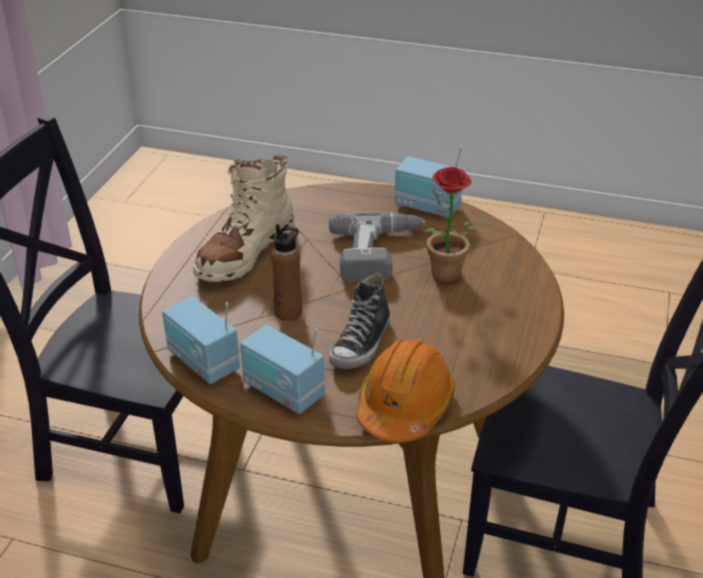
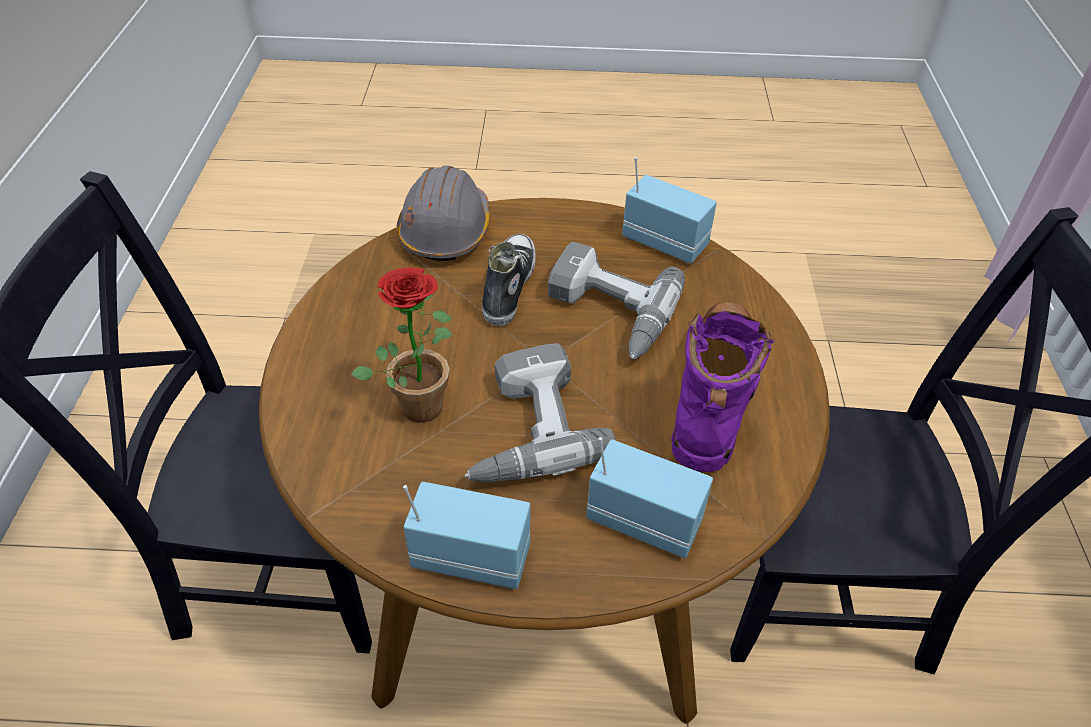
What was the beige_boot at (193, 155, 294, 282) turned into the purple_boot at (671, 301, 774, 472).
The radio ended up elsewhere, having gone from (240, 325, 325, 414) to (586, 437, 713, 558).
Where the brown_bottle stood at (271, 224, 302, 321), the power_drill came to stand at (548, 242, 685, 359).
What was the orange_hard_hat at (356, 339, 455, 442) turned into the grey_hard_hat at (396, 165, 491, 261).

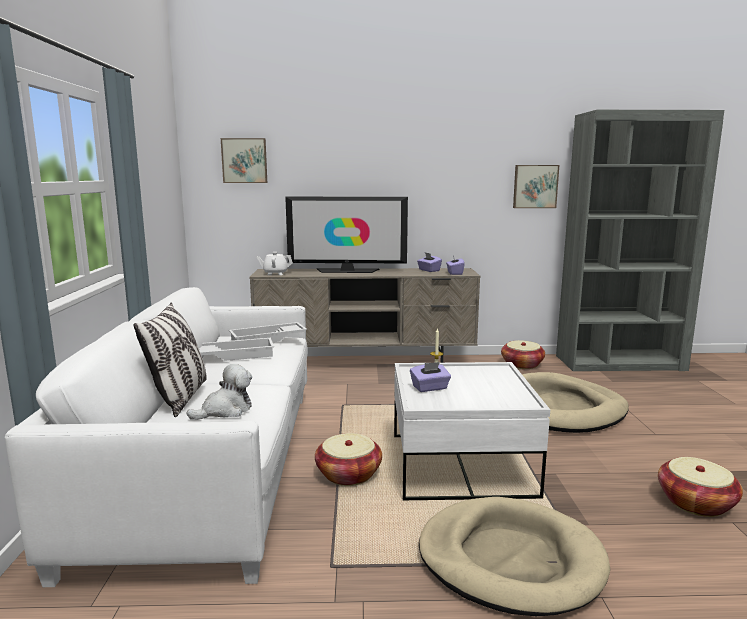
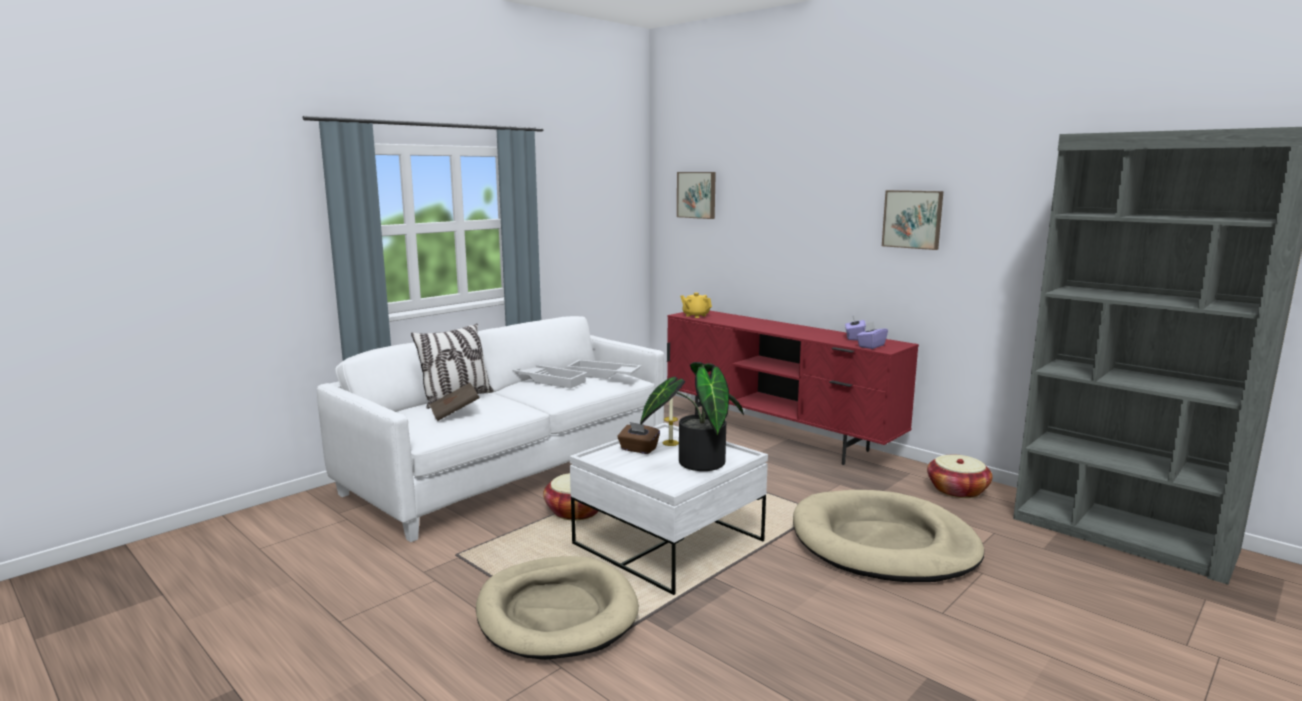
Where the plush_toy stood at (186, 364, 252, 420), the brown_book came to stand at (429, 383, 480, 421).
What was the beige_tv_stand at (249, 268, 480, 363) turned into the red_tv_stand at (667, 311, 919, 465).
What was the white_teapot at (257, 252, 293, 275) turned into the yellow_teapot at (680, 293, 712, 318).
The second view lost the television at (285, 197, 408, 273).
What was the purple_tissue_box at (410, 362, 451, 392) turned into the brown_tissue_box at (617, 422, 660, 454).
The picture ended up elsewhere, having gone from (513, 165, 559, 208) to (882, 190, 944, 250).
The second view lost the basket at (658, 457, 743, 517).
The second view gained the potted_plant at (640, 362, 744, 471).

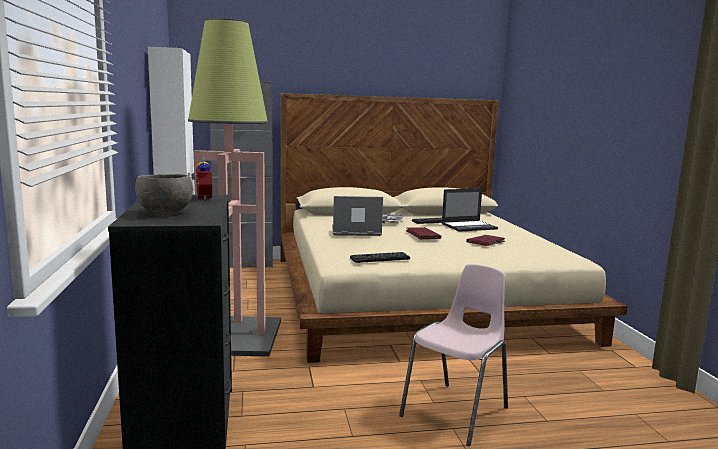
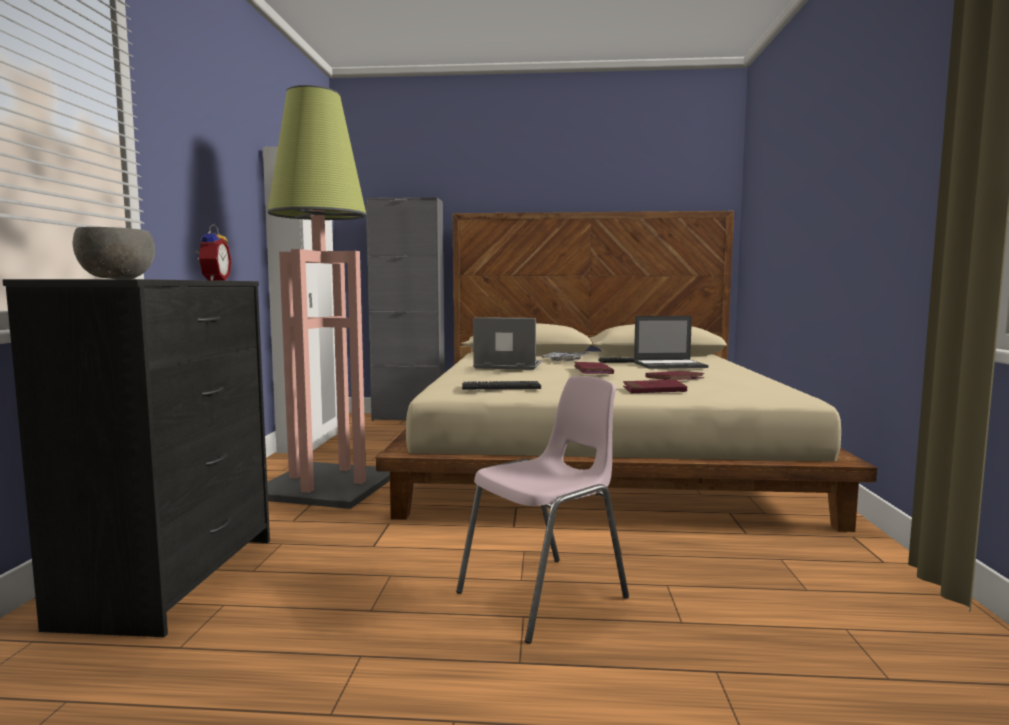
The second view gained the red_book at (623, 379, 687, 393).

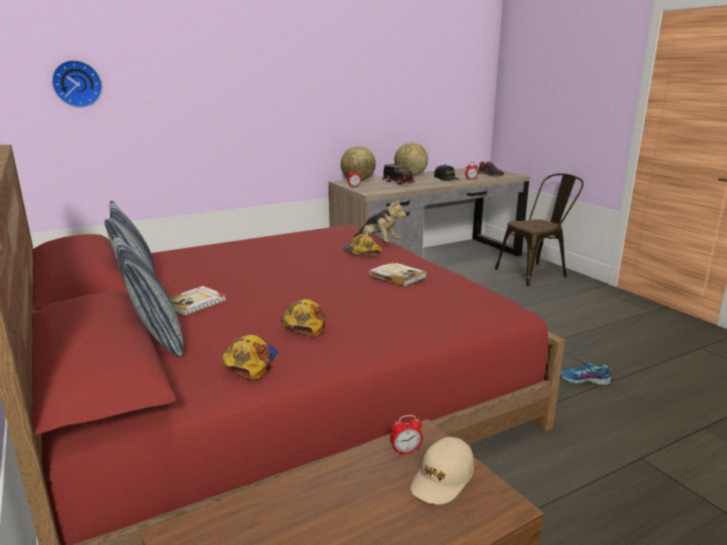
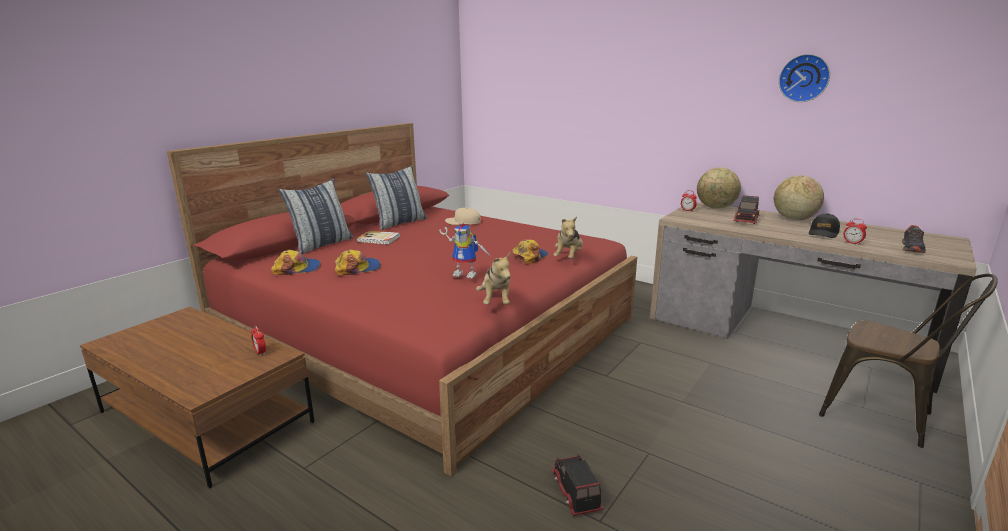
The wall_clock ended up elsewhere, having gone from (52, 60, 102, 108) to (779, 54, 830, 102).
Where the book stood at (369, 262, 426, 287), the toy_robot came to stand at (439, 224, 492, 279).
The beige_cap ended up elsewhere, having gone from (410, 437, 474, 504) to (445, 208, 481, 225).
Where the shoe stood at (560, 363, 612, 385), the toy_truck came to stand at (551, 454, 603, 516).
The second view gained the plush_toy at (476, 253, 511, 305).

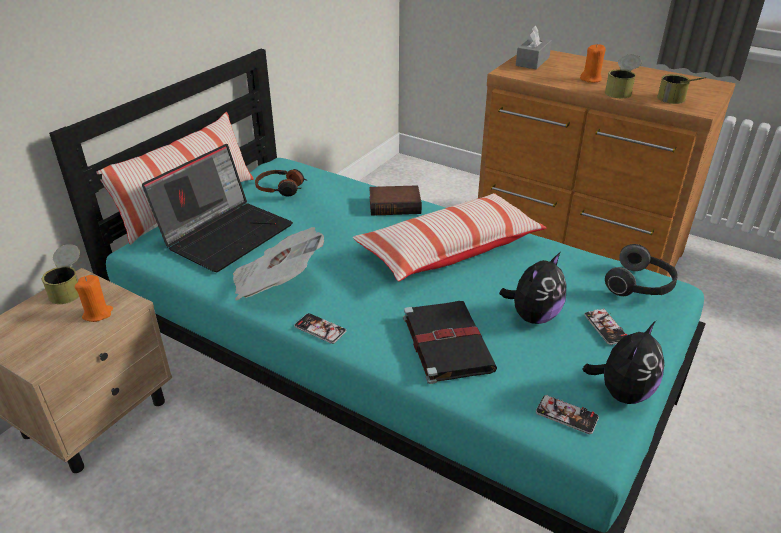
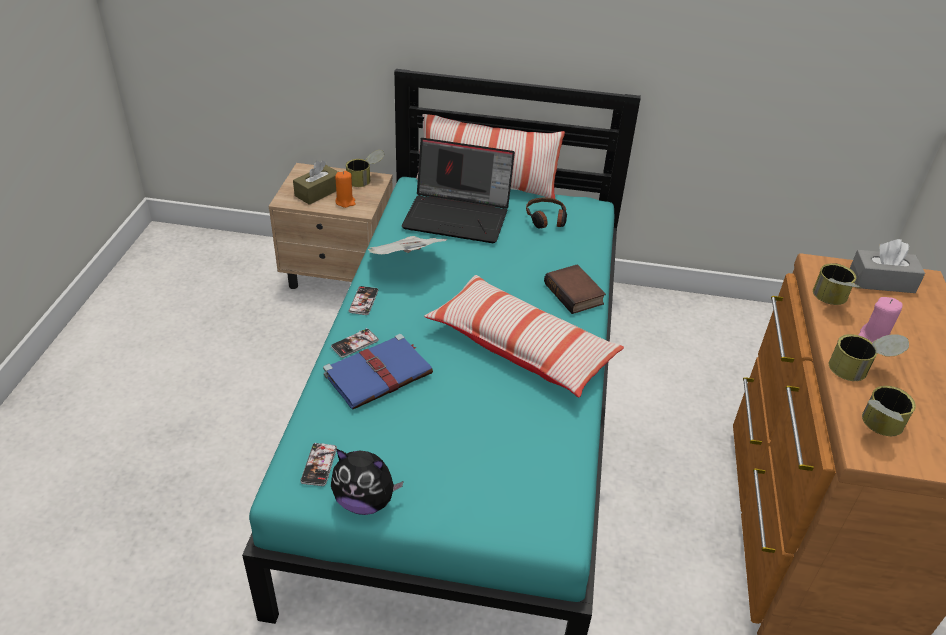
What was the black_book at (403, 301, 497, 384) turned into the blue_book at (323, 334, 433, 409).
The second view lost the plush_toy at (499, 253, 566, 324).
What was the orange_candle at (580, 44, 606, 83) turned into the pink_candle at (858, 297, 903, 343).
The phone ended up elsewhere, having gone from (584, 308, 627, 345) to (331, 328, 379, 358).
The second view lost the headphones at (605, 244, 678, 296).
The second view gained the brown_tissue_box at (293, 160, 338, 205).
The second view gained the can at (813, 263, 861, 305).

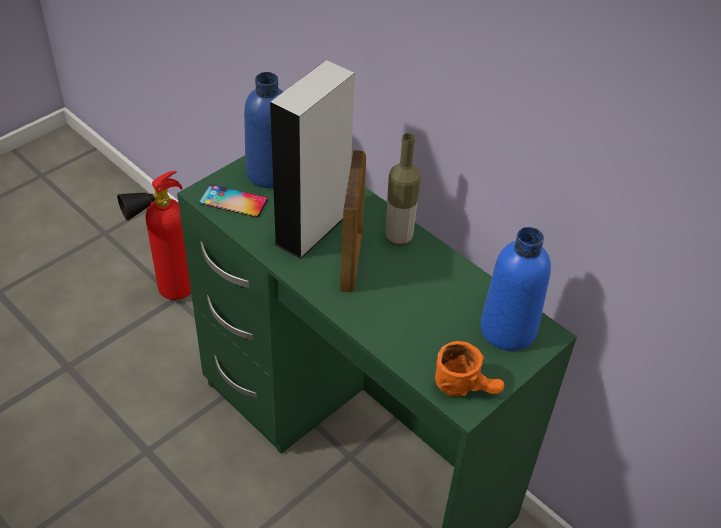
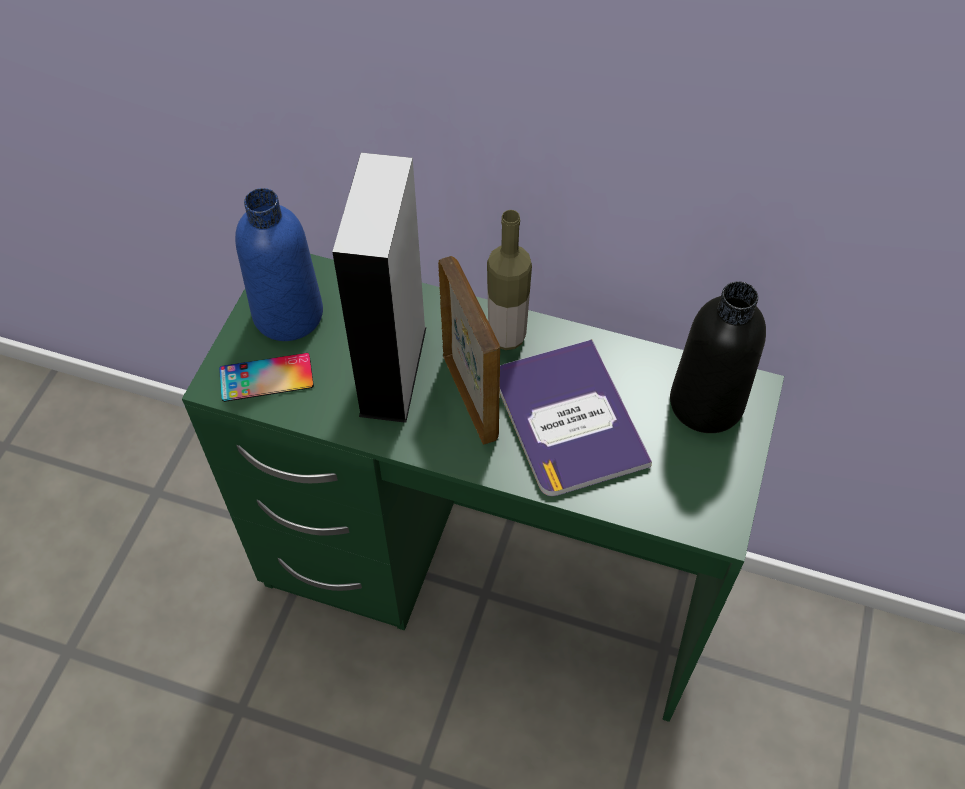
The second view lost the fire_extinguisher at (117, 171, 191, 300).
The second view lost the orange_mug at (435, 341, 504, 397).
What was the blue_bottle at (480, 227, 551, 351) turned into the black_bottle at (670, 281, 766, 433).
The second view gained the book at (500, 339, 652, 496).

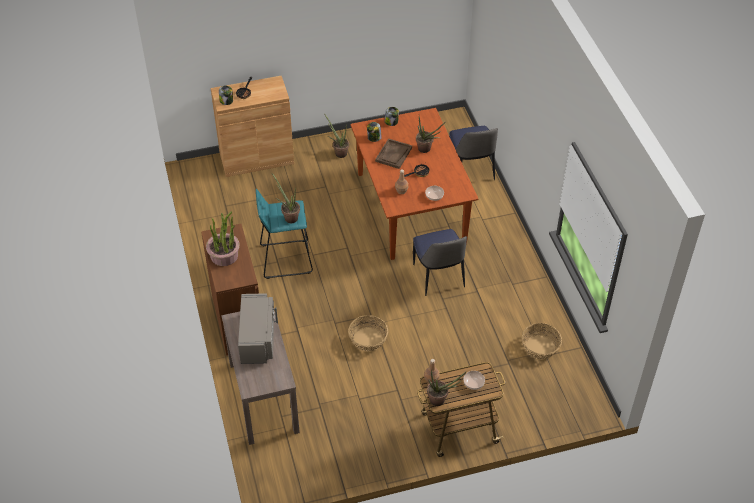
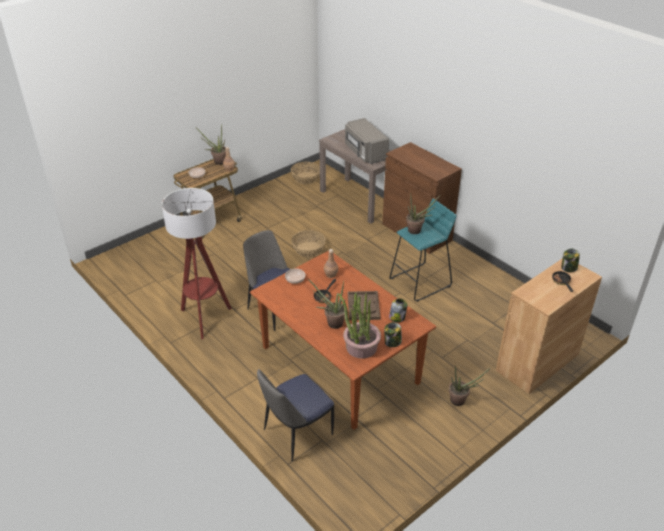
The potted_plant ended up elsewhere, having gone from (206, 212, 240, 266) to (338, 293, 381, 359).
The chair at (449, 126, 498, 180) ended up facing another way, 90 degrees counterclockwise from before.
The basket ended up elsewhere, having gone from (522, 323, 562, 359) to (291, 162, 320, 184).
The second view gained the floor_lamp at (162, 188, 232, 339).

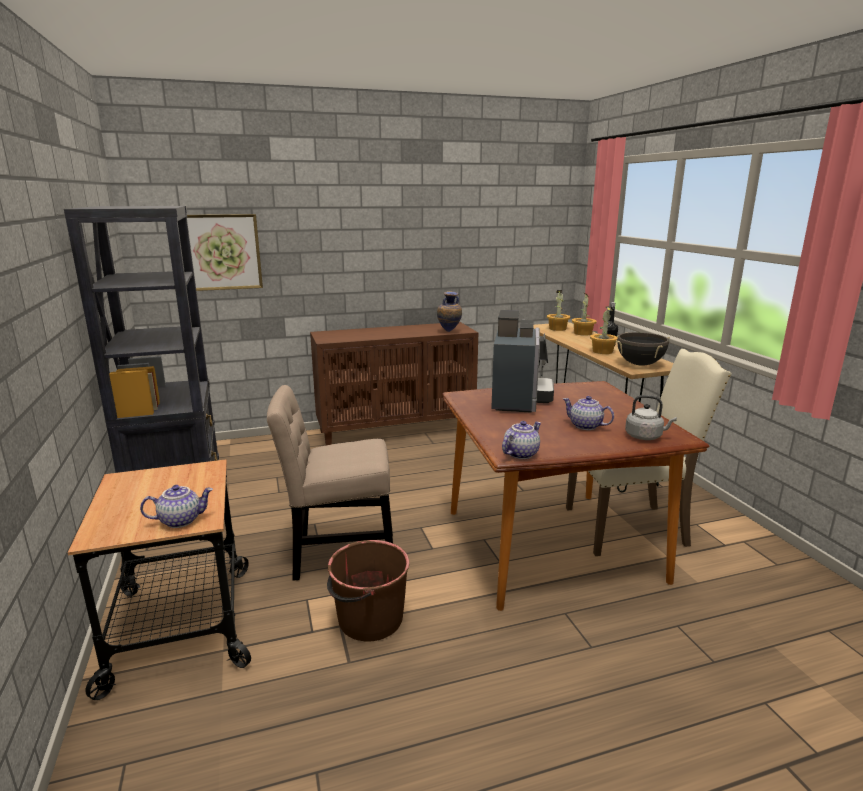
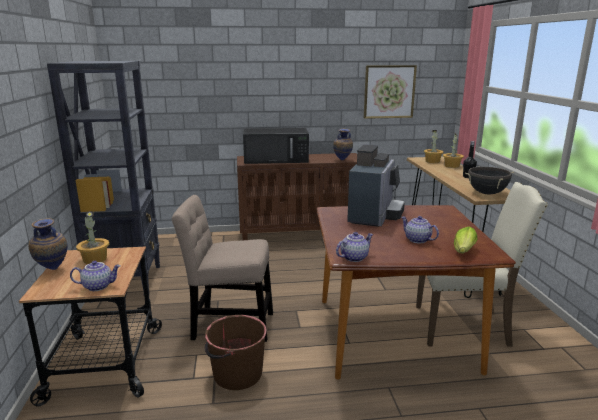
The picture ended up elsewhere, having gone from (187, 214, 263, 291) to (364, 65, 417, 119).
The potted_plant ended up elsewhere, having gone from (590, 306, 618, 354) to (76, 211, 109, 264).
Where the grey_kettle stood at (625, 395, 677, 440), the lettuce came to stand at (454, 227, 477, 253).
The second view gained the vase at (28, 218, 68, 270).
The second view gained the black_microwave at (243, 128, 309, 164).

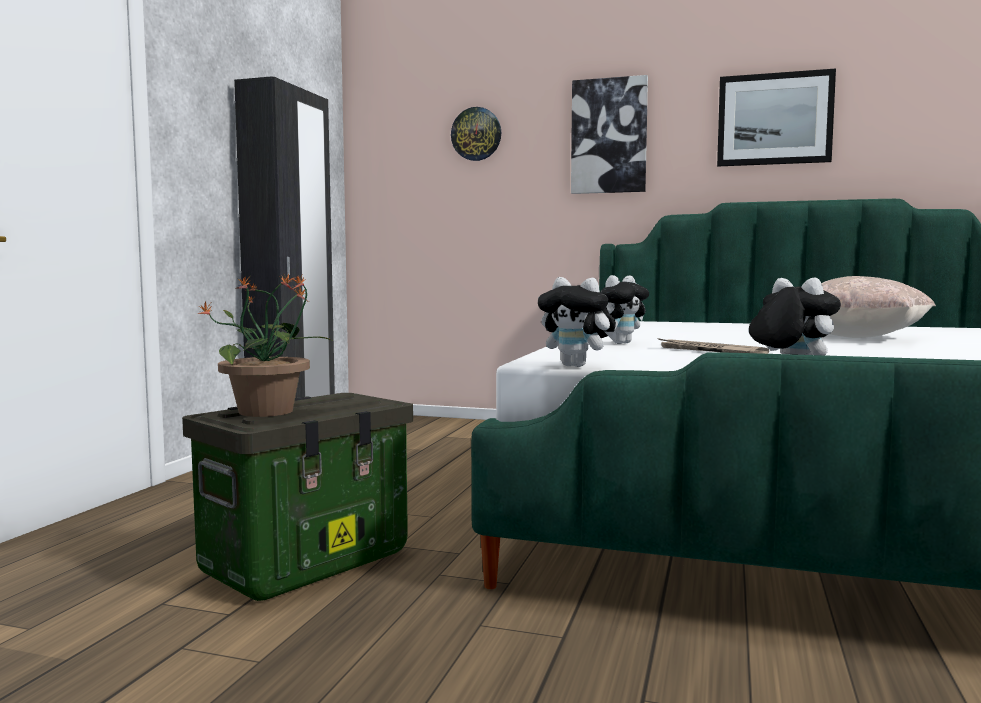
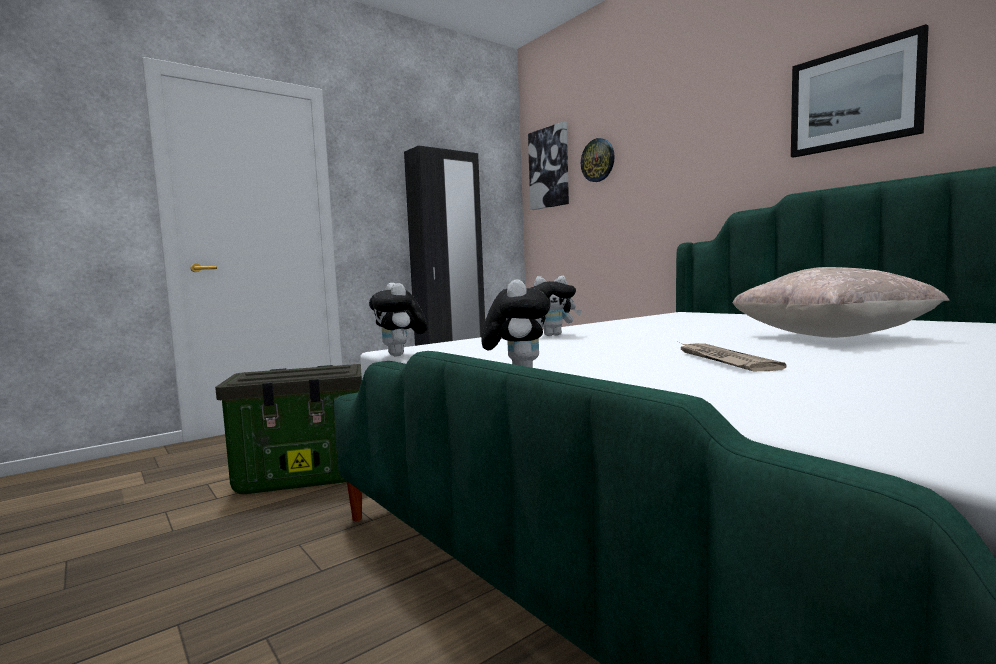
The second view lost the potted_plant at (197, 273, 334, 417).
The picture ended up elsewhere, having gone from (571, 75, 648, 194) to (528, 121, 569, 210).
The newspaper ended up elsewhere, having gone from (657, 338, 769, 354) to (678, 342, 787, 371).

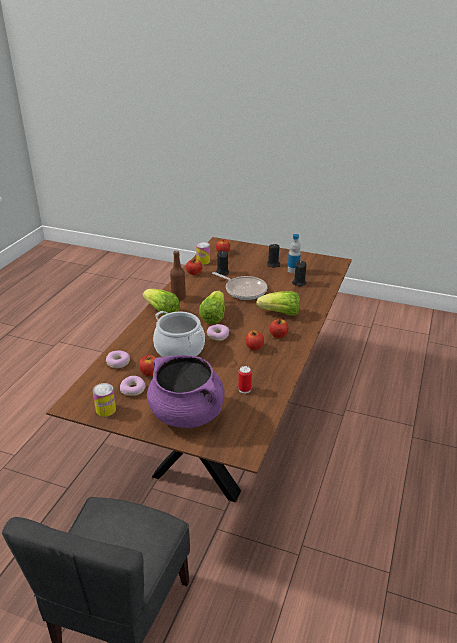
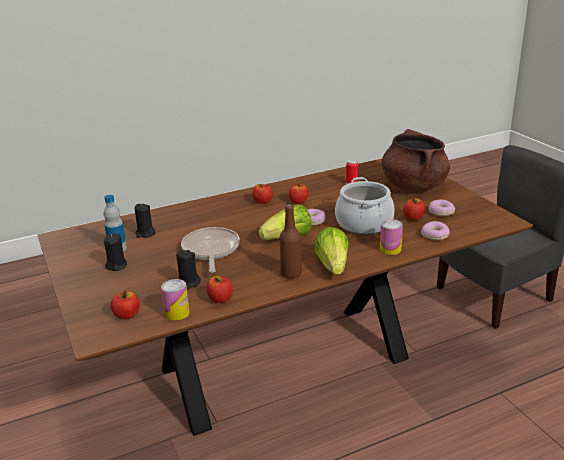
The can ended up elsewhere, having gone from (93, 383, 116, 417) to (380, 219, 403, 255).
What was the purple_cooking_pot at (147, 355, 225, 428) turned into the brown_cooking_pot at (382, 129, 450, 191).
The second view lost the lettuce at (256, 291, 300, 316).

